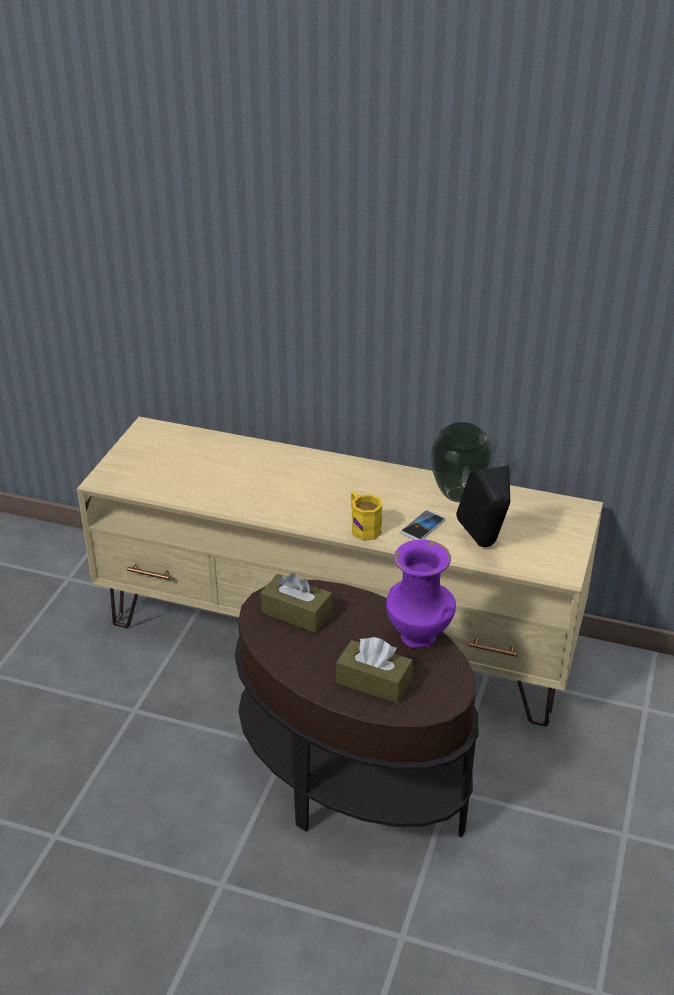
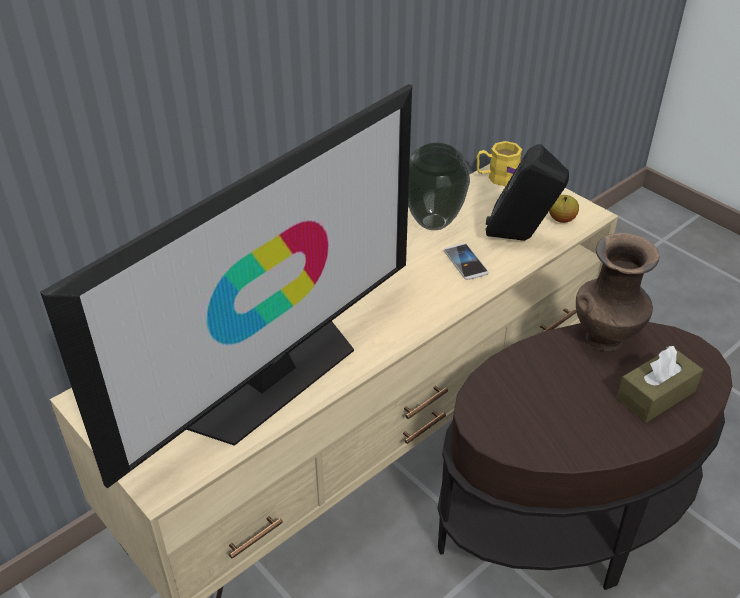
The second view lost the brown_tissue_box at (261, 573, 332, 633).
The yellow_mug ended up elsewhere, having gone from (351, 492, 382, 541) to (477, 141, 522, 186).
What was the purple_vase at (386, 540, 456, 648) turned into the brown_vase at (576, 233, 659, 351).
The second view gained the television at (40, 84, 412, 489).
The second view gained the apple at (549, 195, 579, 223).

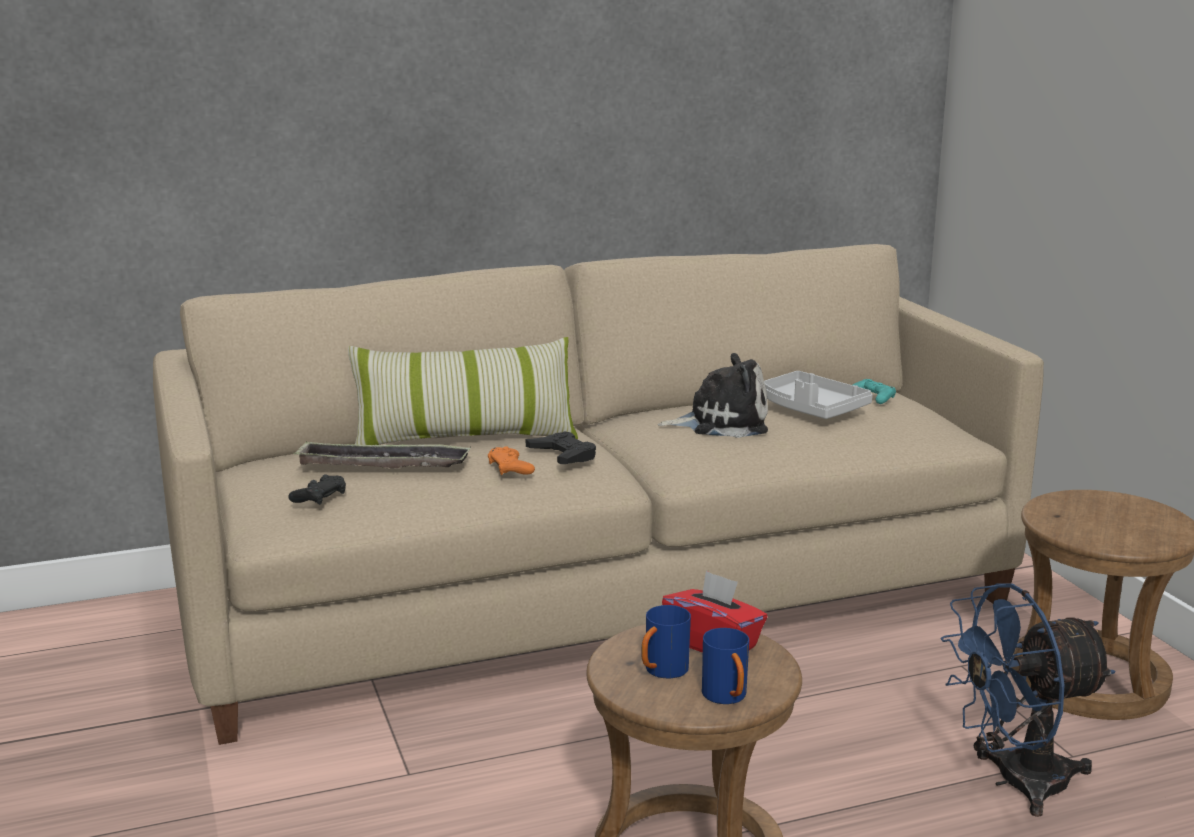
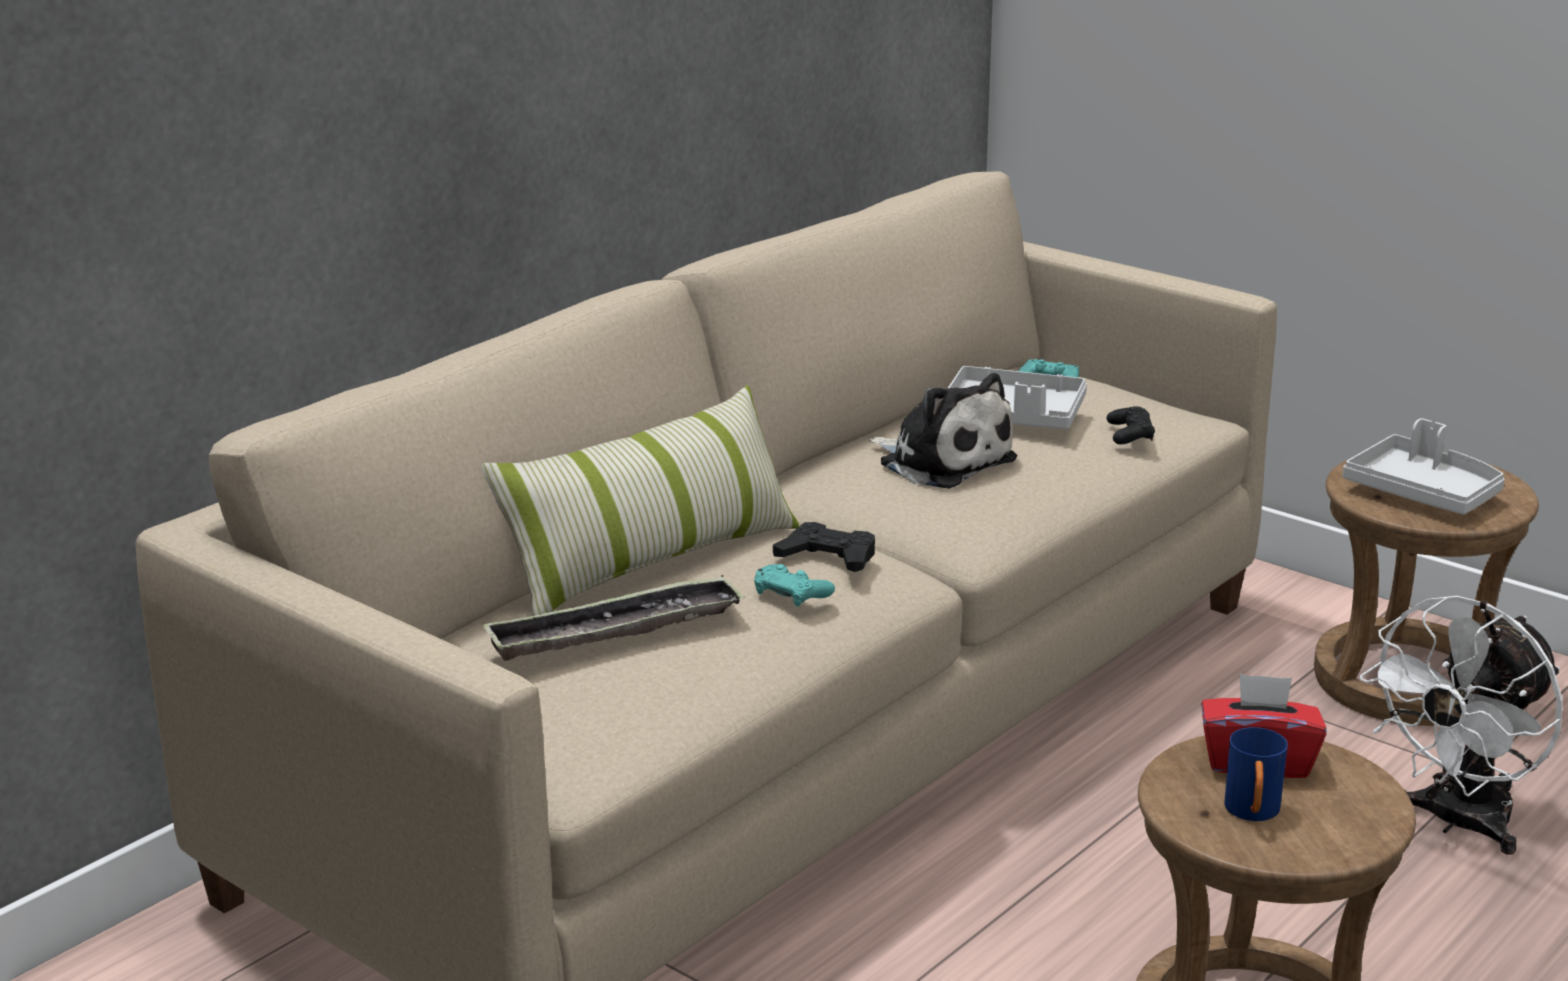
The black_game_controller ended up elsewhere, having gone from (288, 474, 346, 505) to (1107, 406, 1155, 444).
What was the orange_game_controller at (488, 446, 535, 475) turned into the turquoise_game_controller at (754, 564, 835, 607).
The plush_toy at (658, 353, 768, 438) ended up facing another way, 75 degrees clockwise from before.
The second view lost the blue_mug at (702, 628, 749, 704).
What was the blue_fan at (941, 583, 1116, 817) turned into the white_fan at (1359, 596, 1563, 855).
The second view gained the grey_tray at (1343, 418, 1505, 515).

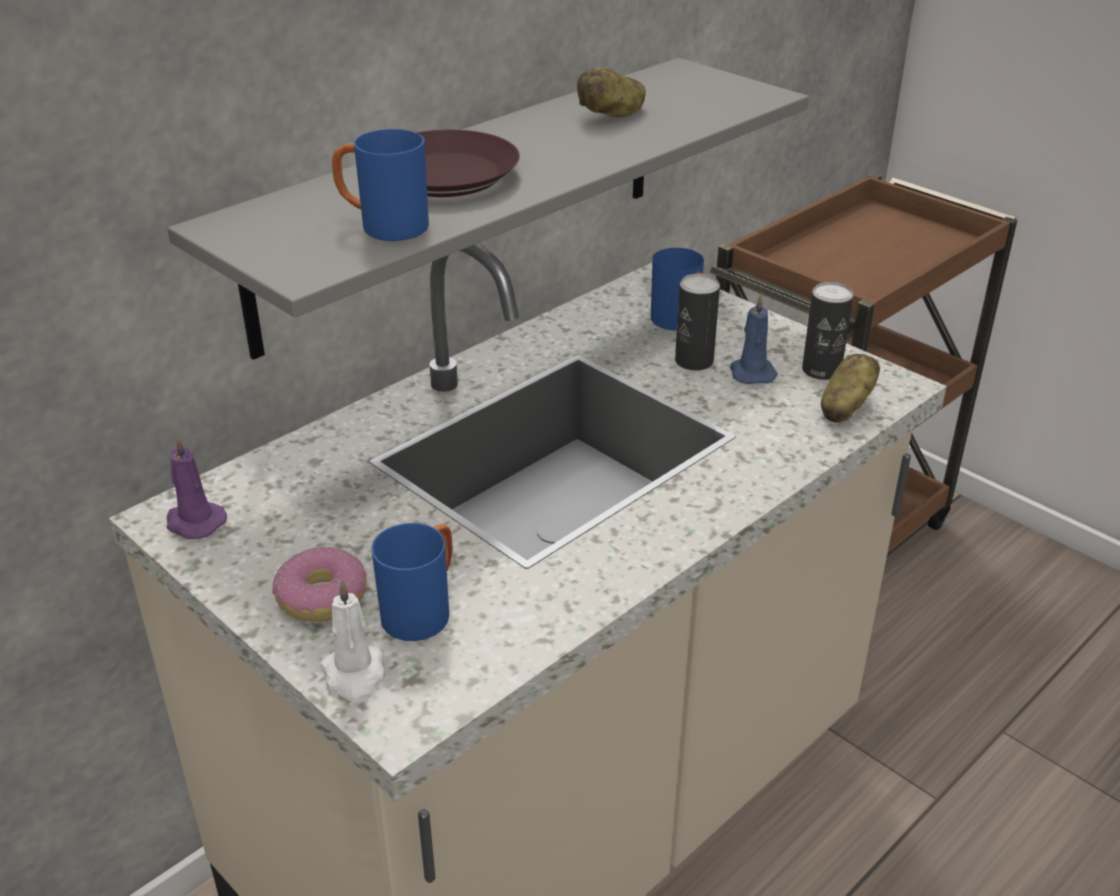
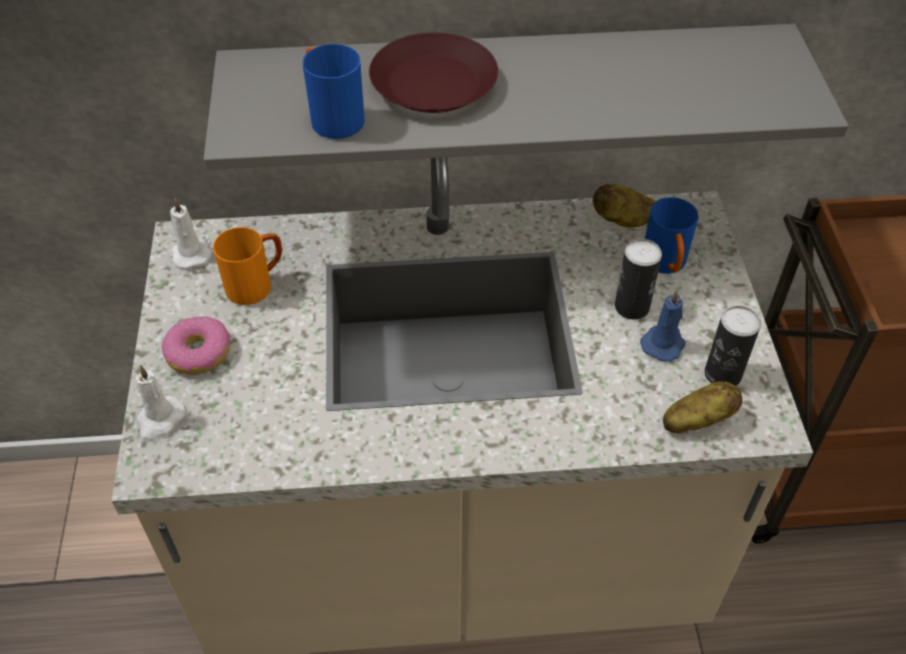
What was the purple_candle at (166, 435, 227, 539) turned into the white_candle at (170, 198, 212, 269).
The second view lost the blue_mug at (371, 523, 453, 641).
The potato ended up elsewhere, having gone from (577, 68, 646, 117) to (593, 184, 655, 227).
The second view gained the orange_mug at (213, 227, 282, 305).

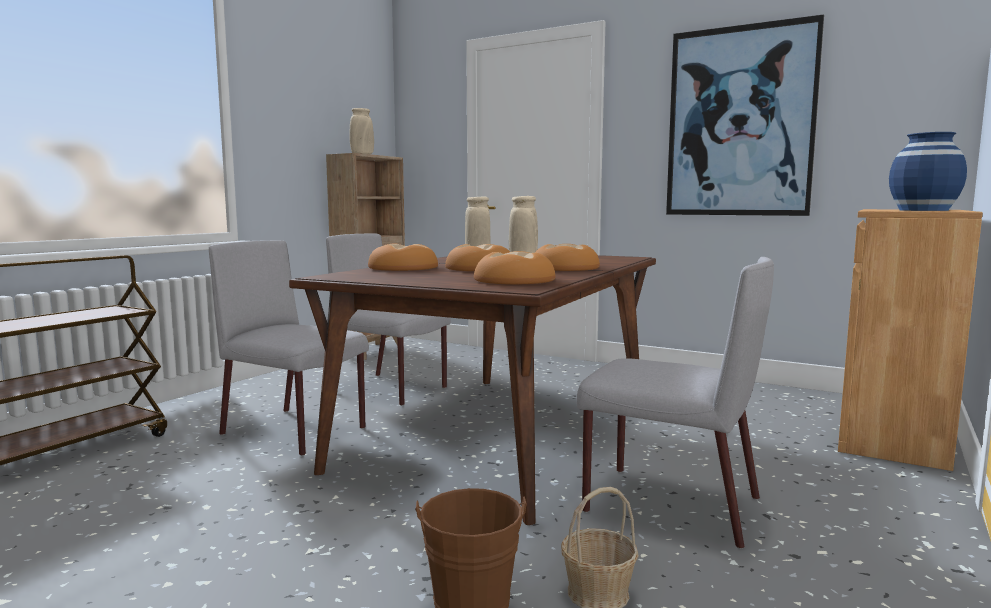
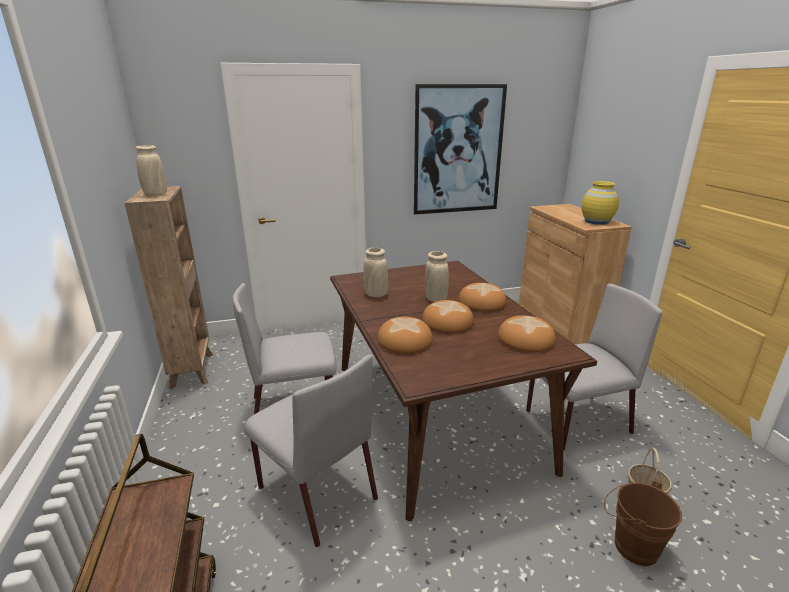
The grey_chair at (209, 240, 369, 456) ended up facing another way, 120 degrees counterclockwise from before.
What was the blue_vase at (889, 132, 967, 211) turned into the yellow_vase at (581, 181, 619, 225).

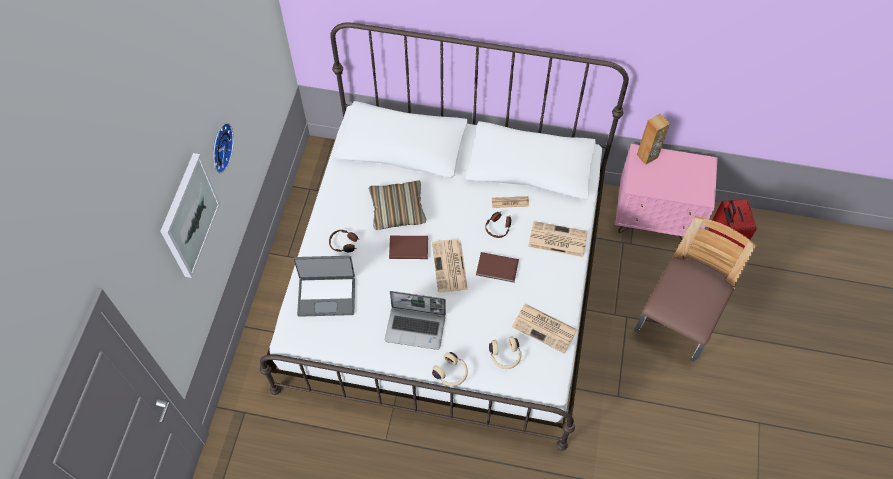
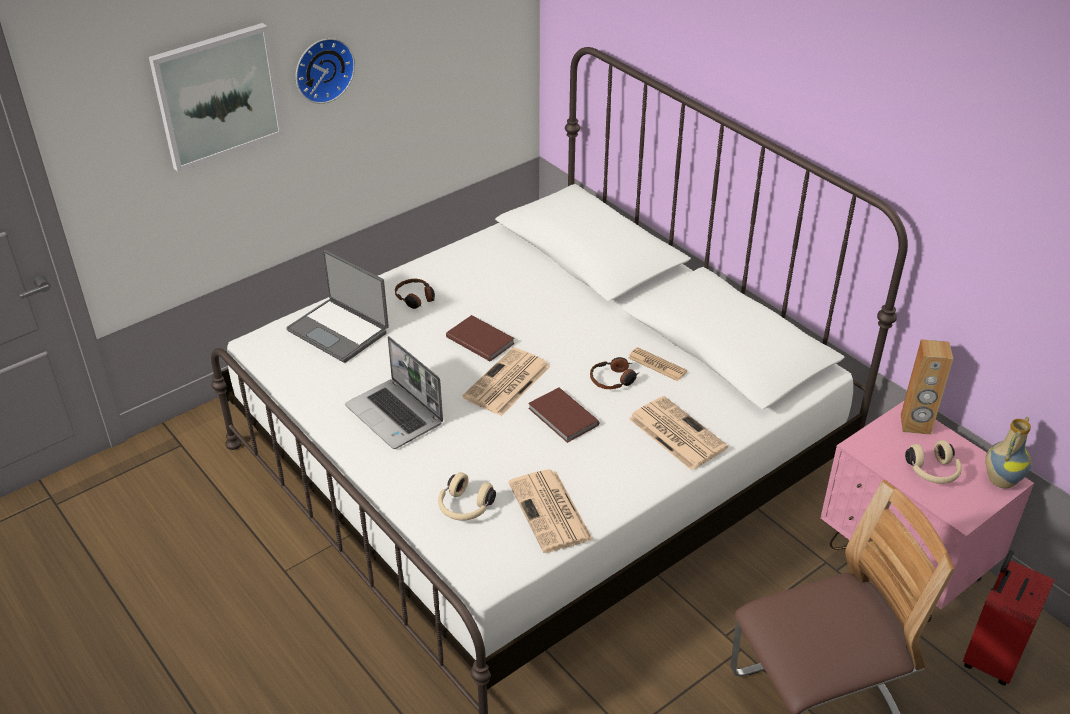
The second view lost the pillow at (369, 180, 426, 230).
The beige_headphones ended up elsewhere, having gone from (432, 352, 468, 386) to (905, 440, 962, 484).
The second view gained the vase at (985, 417, 1031, 488).

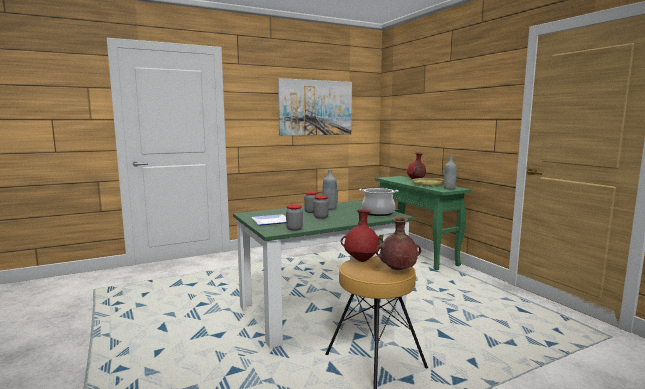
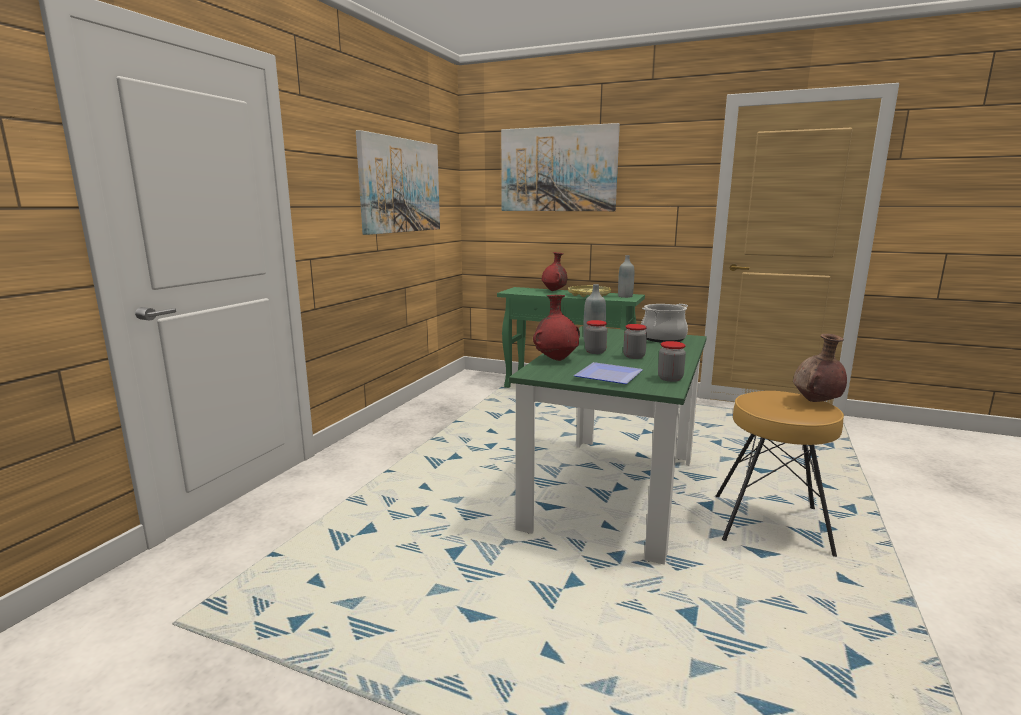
The red_vase ended up elsewhere, having gone from (341, 210, 383, 262) to (533, 295, 580, 361).
The second view gained the picture at (501, 123, 620, 211).

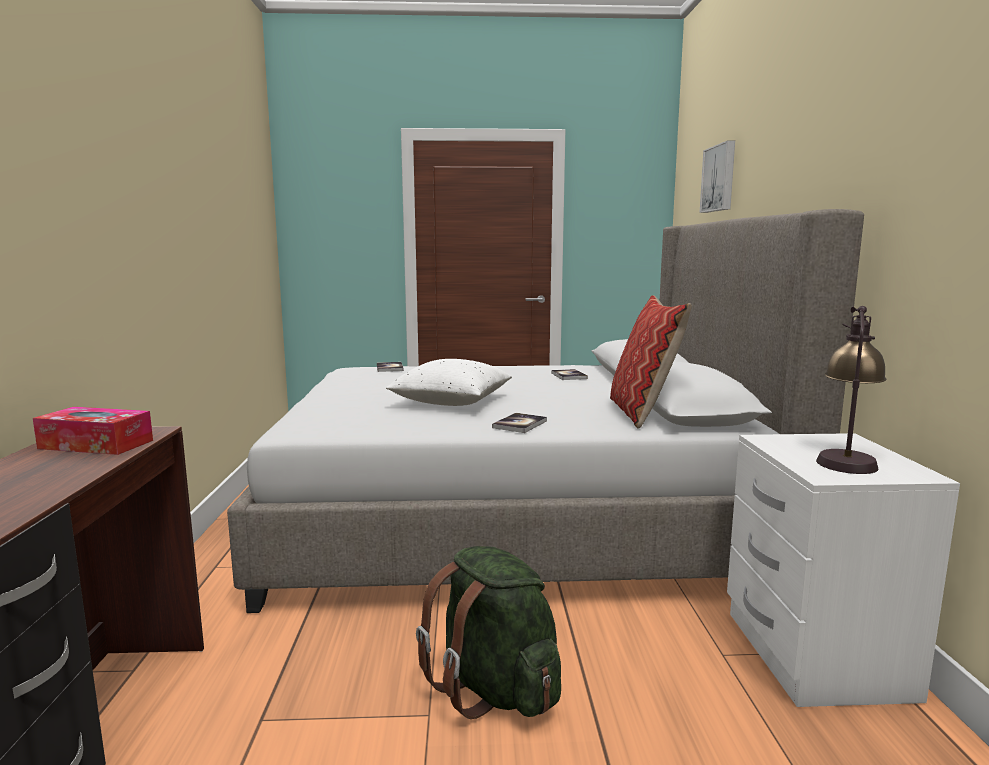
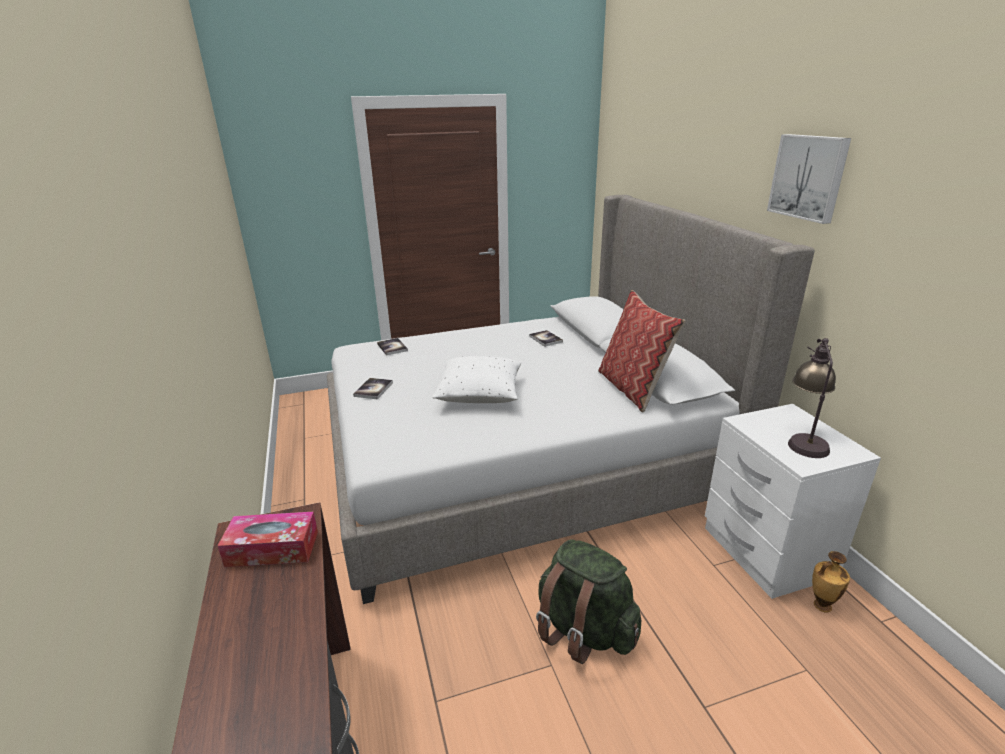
The book ended up elsewhere, having gone from (492, 413, 547, 433) to (353, 378, 393, 399).
The picture ended up elsewhere, having gone from (700, 140, 735, 213) to (767, 134, 851, 224).
The second view gained the vase at (812, 551, 850, 613).

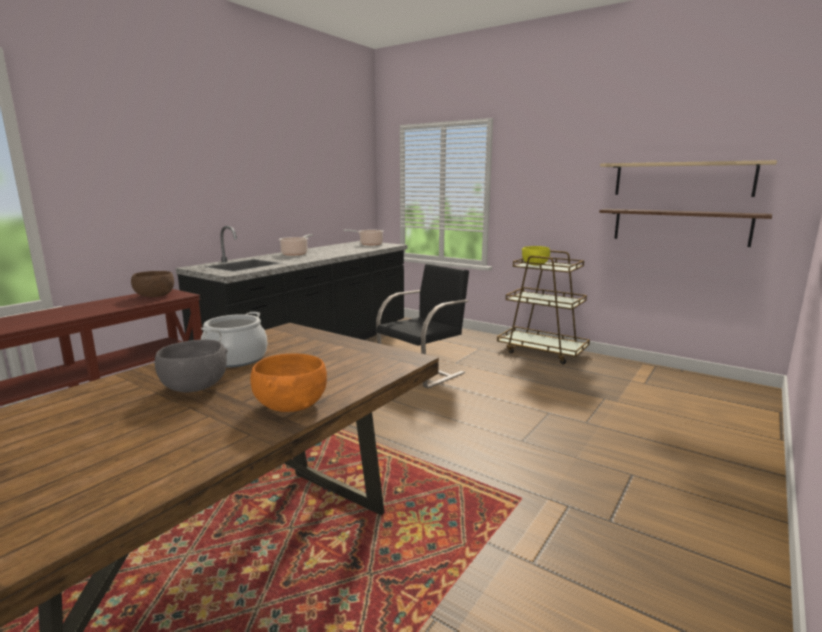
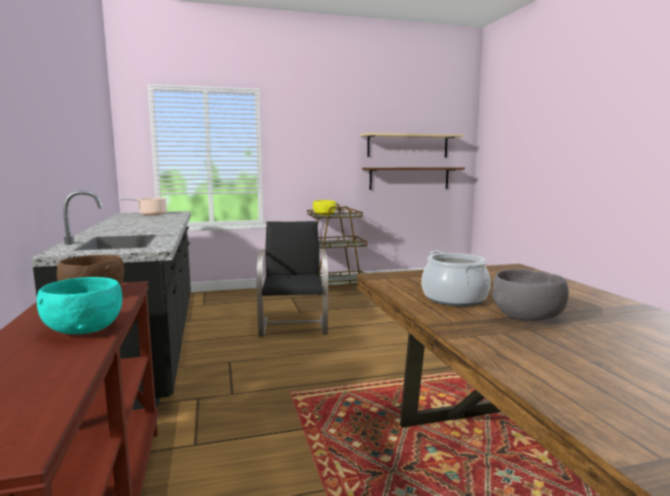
The second view lost the orange_bowl at (250, 353, 327, 412).
The second view lost the cooking_pot at (279, 234, 313, 256).
The second view gained the turquoise_bowl at (37, 277, 122, 334).

